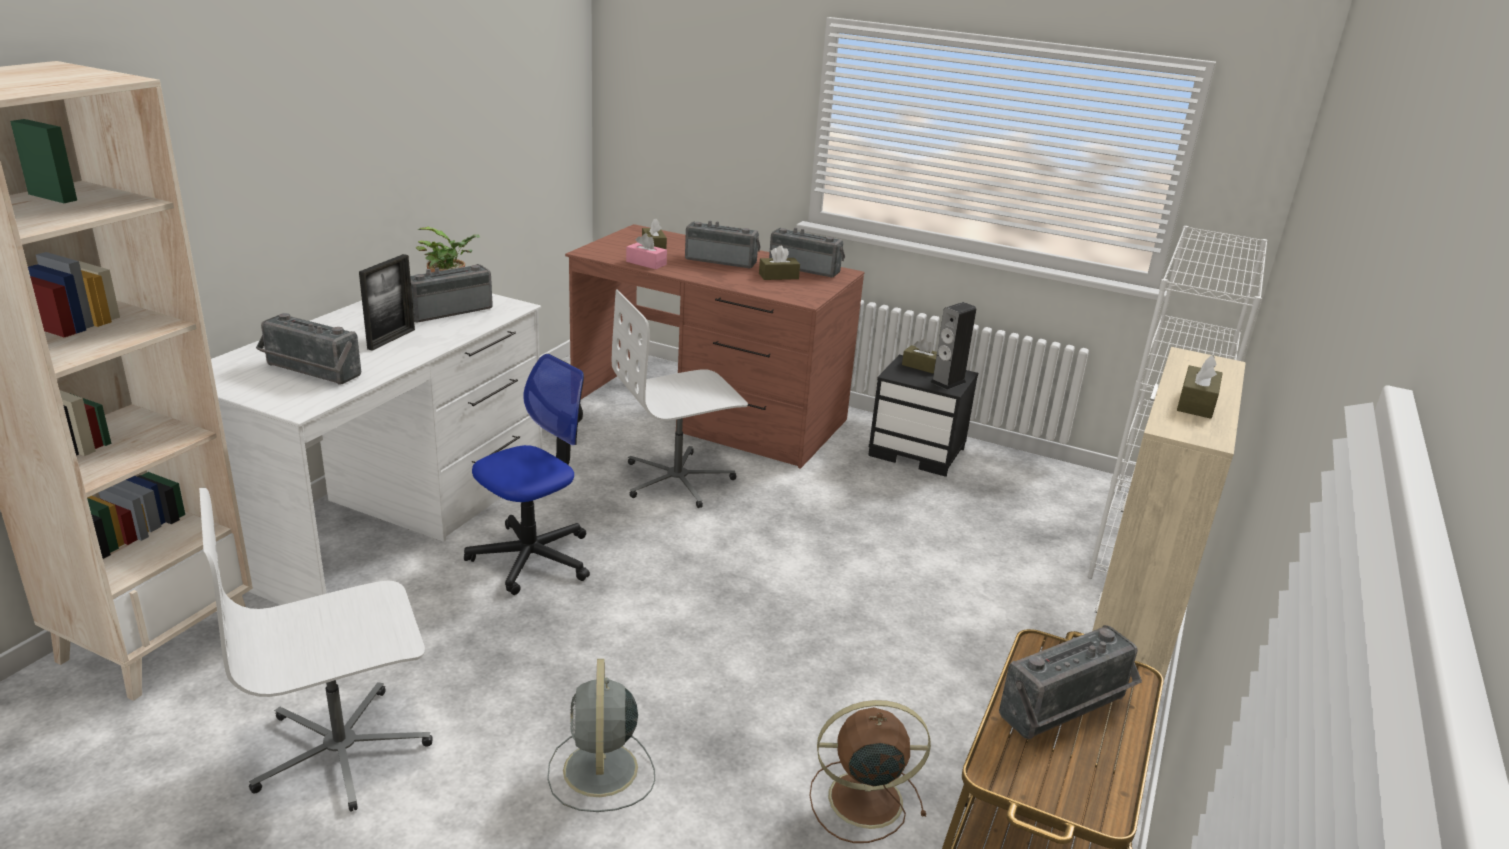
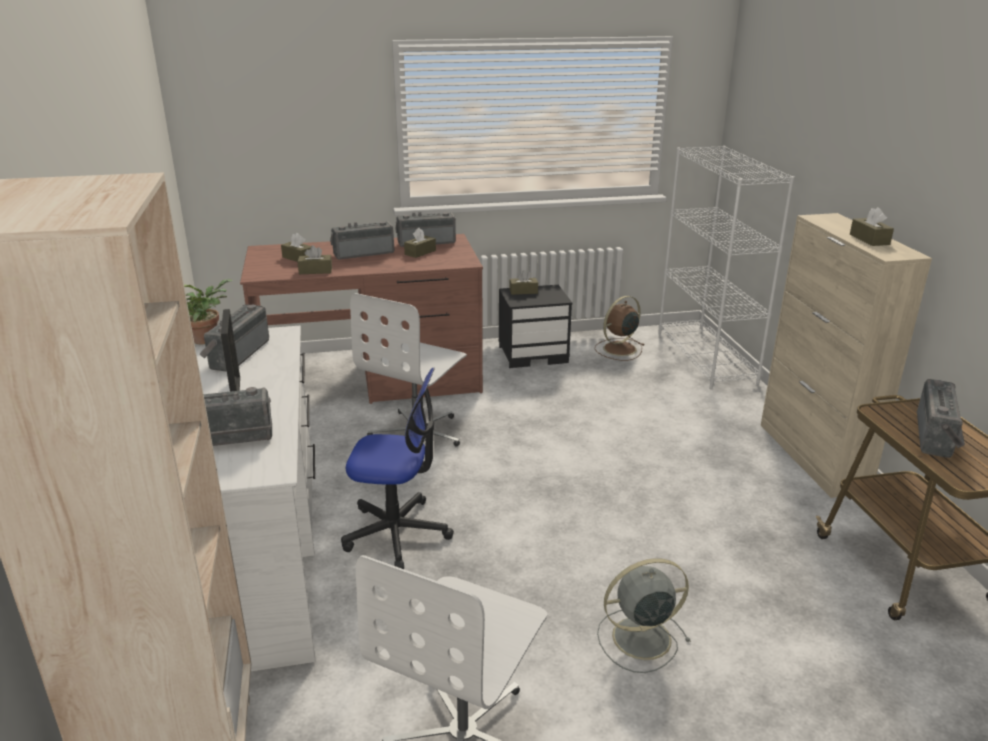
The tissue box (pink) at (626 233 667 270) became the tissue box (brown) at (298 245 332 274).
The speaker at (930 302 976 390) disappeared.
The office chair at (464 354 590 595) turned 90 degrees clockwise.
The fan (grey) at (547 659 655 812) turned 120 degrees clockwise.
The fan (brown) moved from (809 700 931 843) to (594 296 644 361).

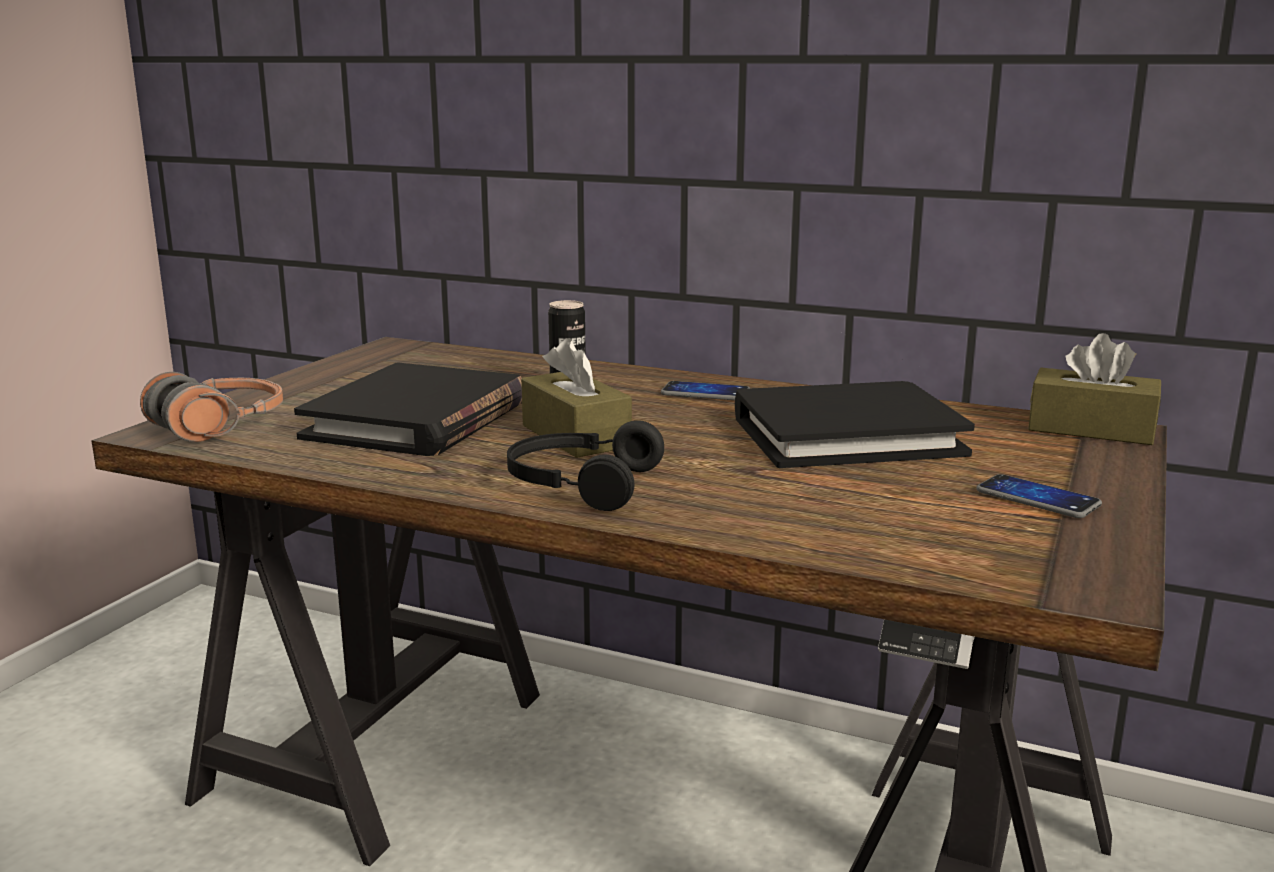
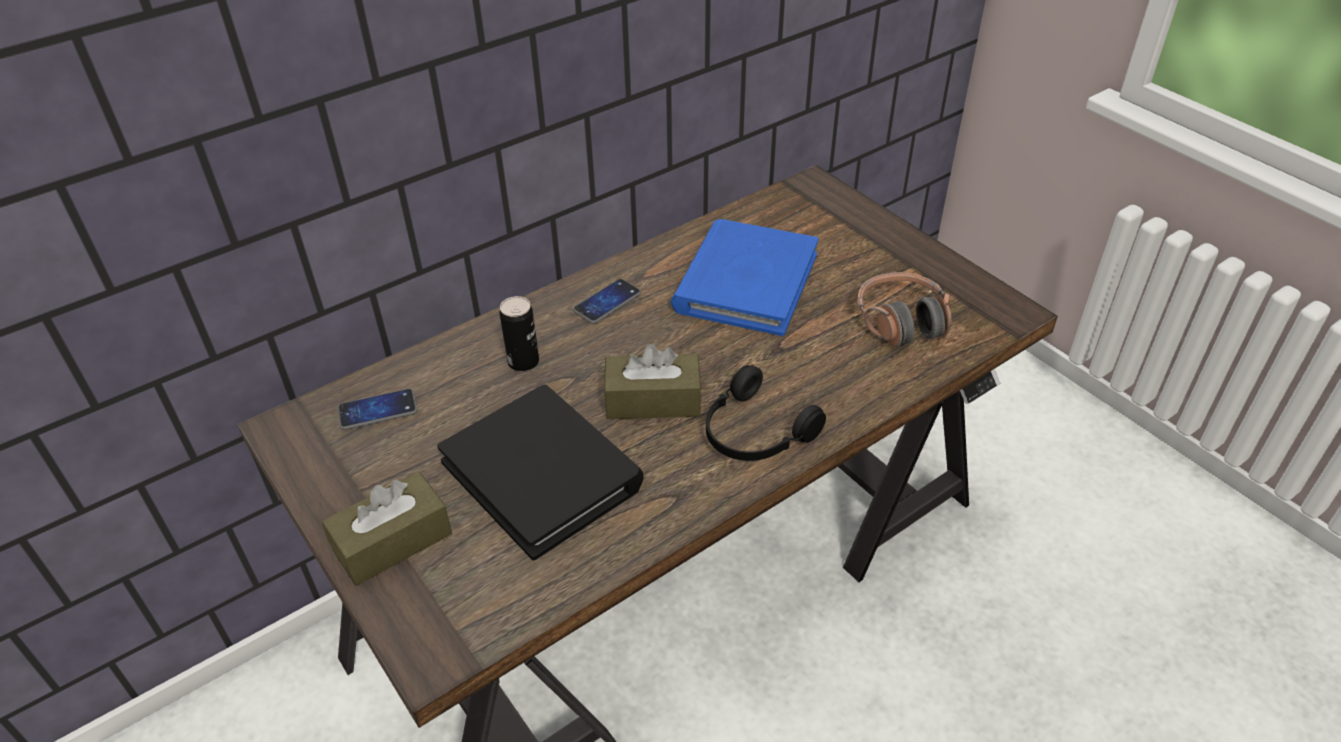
The tissue box (brown) moved from (1028 333 1161 445) to (322 472 452 586).
The headphones moved from (140 372 283 442) to (856 272 952 347).
The book (black) at (735 381 975 468) became the book (blue) at (671 219 819 336).
The phone moved from (976 474 1102 518) to (337 389 418 430).

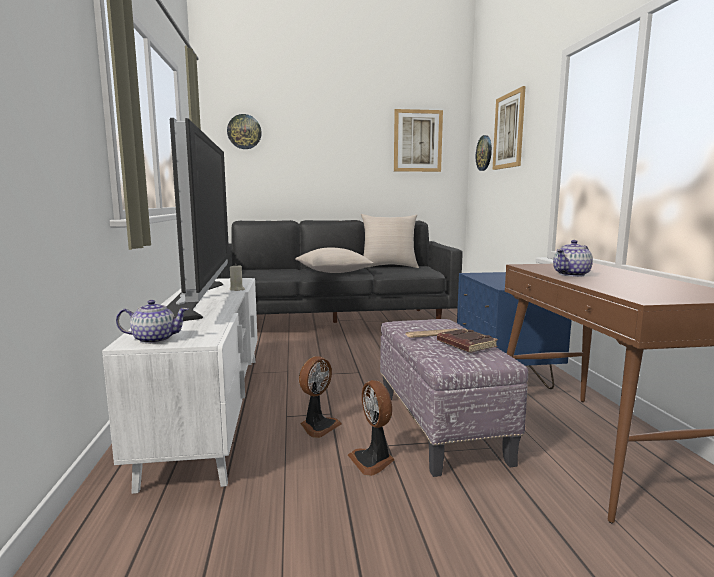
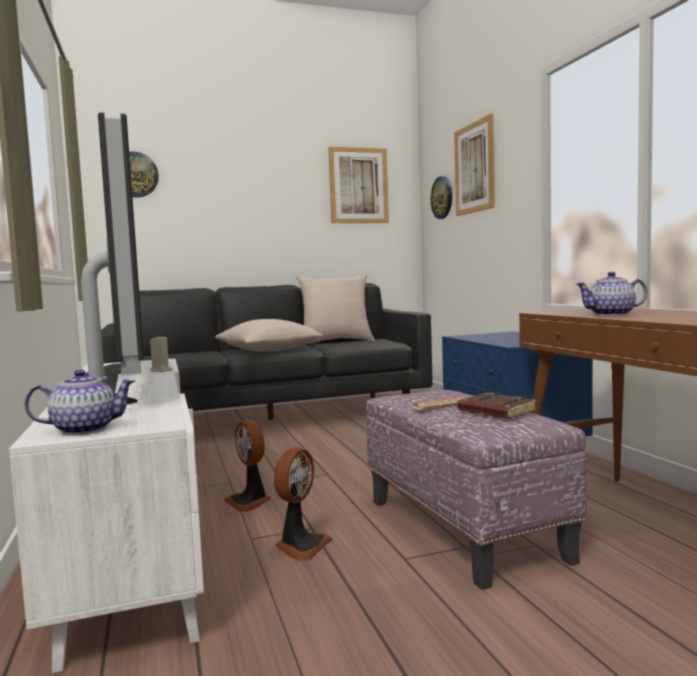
The teapot at (553 240 593 277) turned 45 degrees clockwise.
The fan moved from (348 380 395 476) to (224 420 271 512).

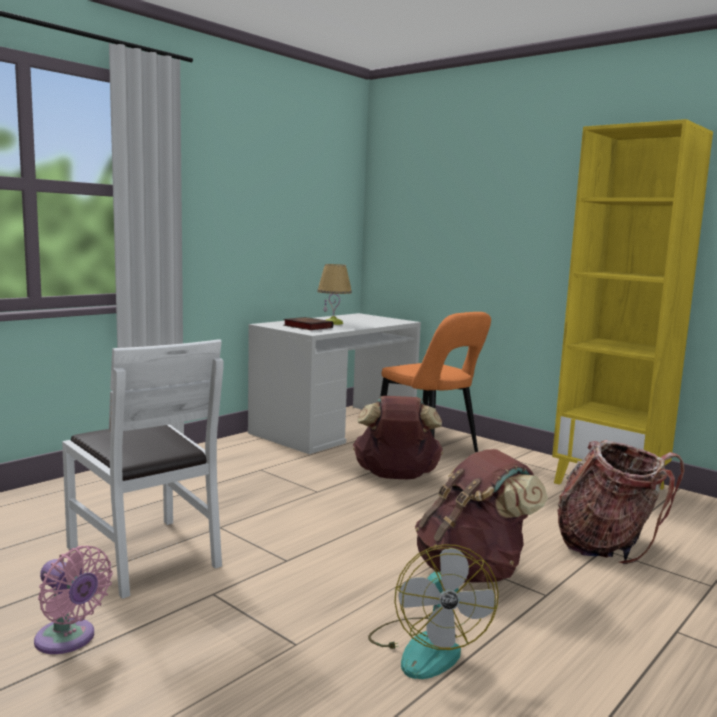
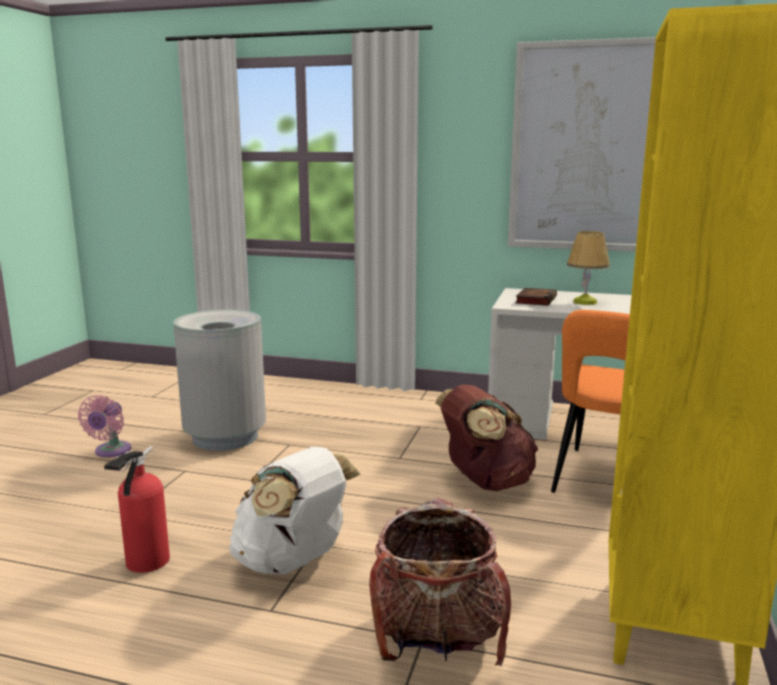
The chair (white) at (62 339 224 599) was replaced by the trash can (grey) at (173 310 266 451).
The backpack (brown) at (415 449 548 582) became the backpack (white) at (229 447 361 574).
The fan at (368 544 499 679) was replaced by the fire extinguisher at (104 446 170 573).
The picture at (508 37 656 251) appeared.

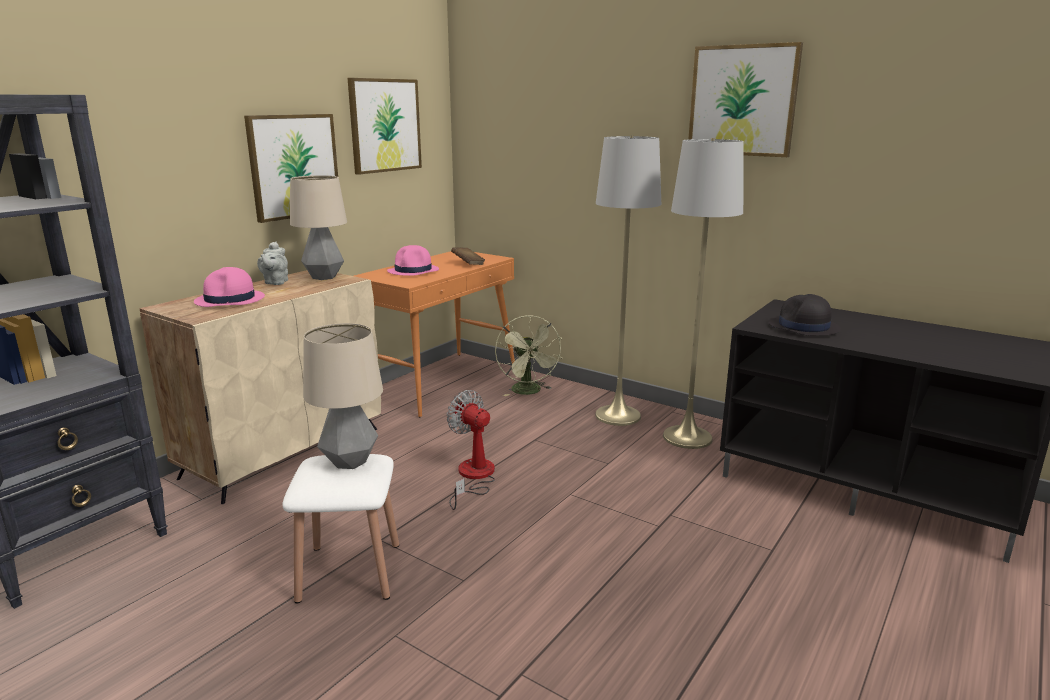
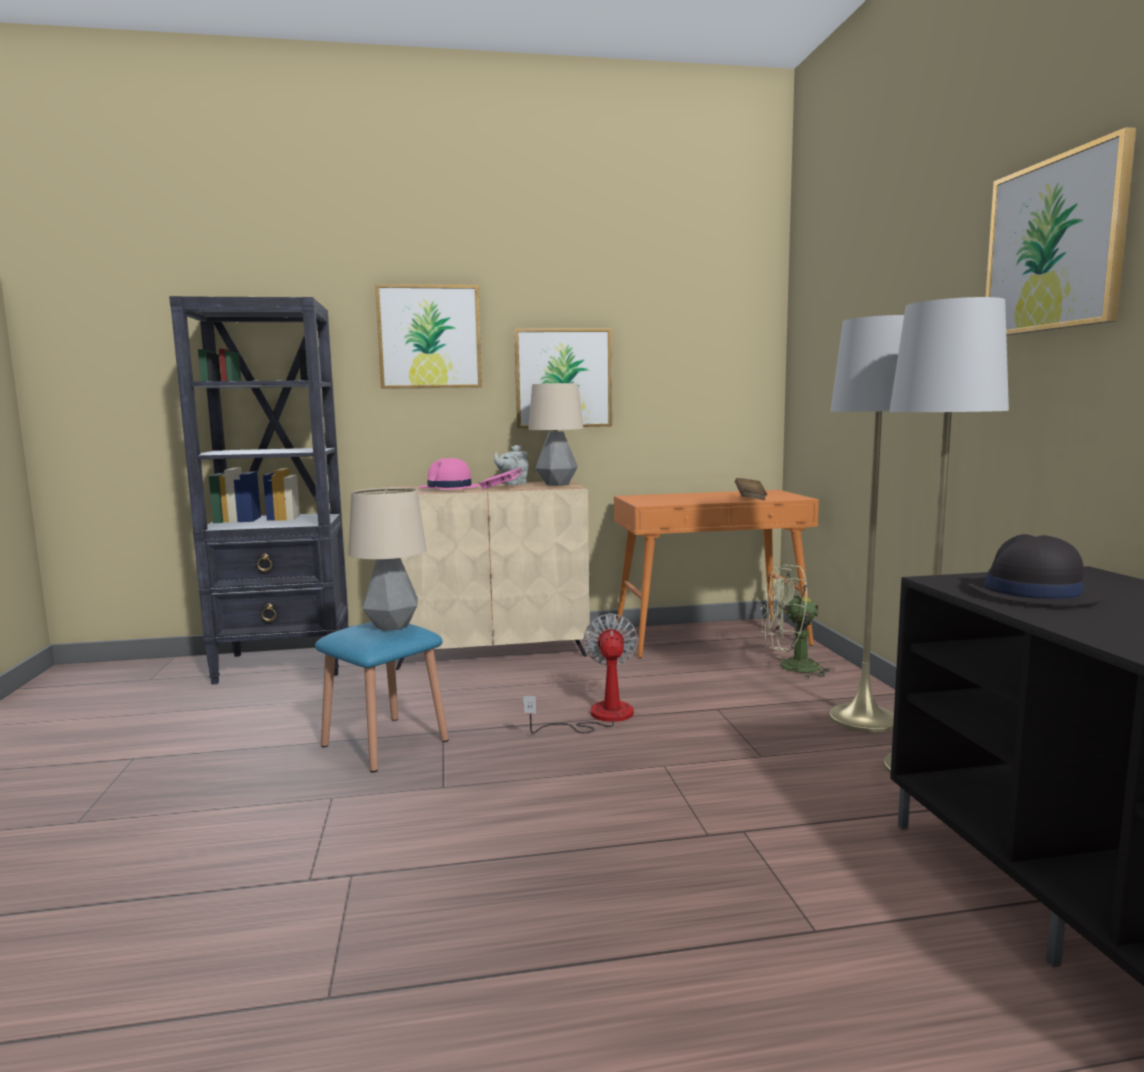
The picture moved from (348 78 422 175) to (375 284 482 389).
The hat (pink) at (387 245 439 276) disappeared.
The fan (green) at (495 315 562 396) turned 60 degrees clockwise.
The stool (white) at (282 454 399 603) became the stool (blue) at (315 622 449 773).
The book (pink) at (479 468 522 489) appeared.

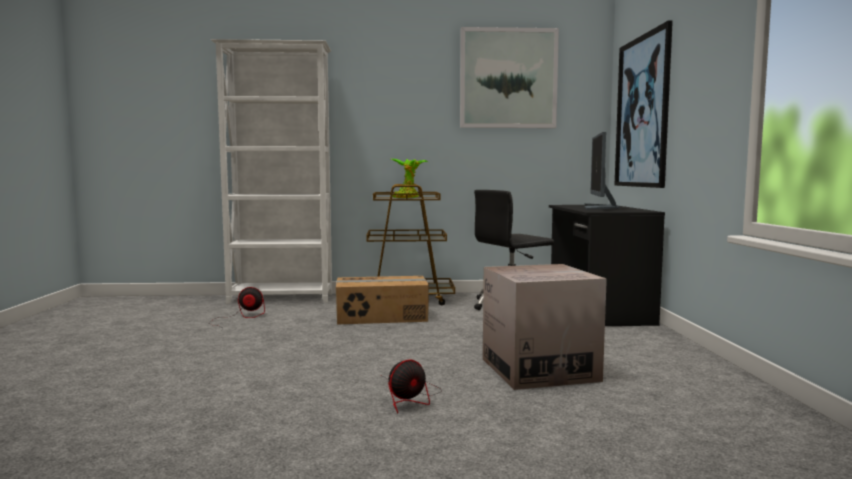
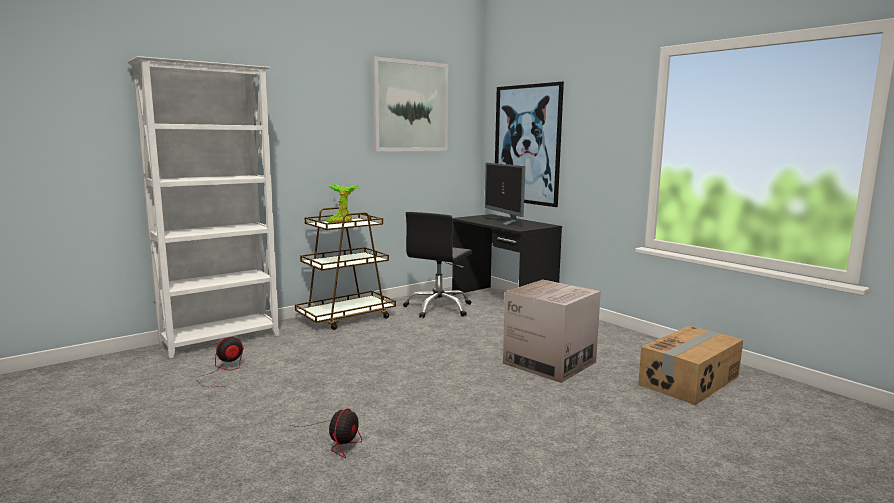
The cardboard box moved from (336 276 429 324) to (638 326 743 405).
The fan moved from (382 359 442 413) to (291 408 362 458).

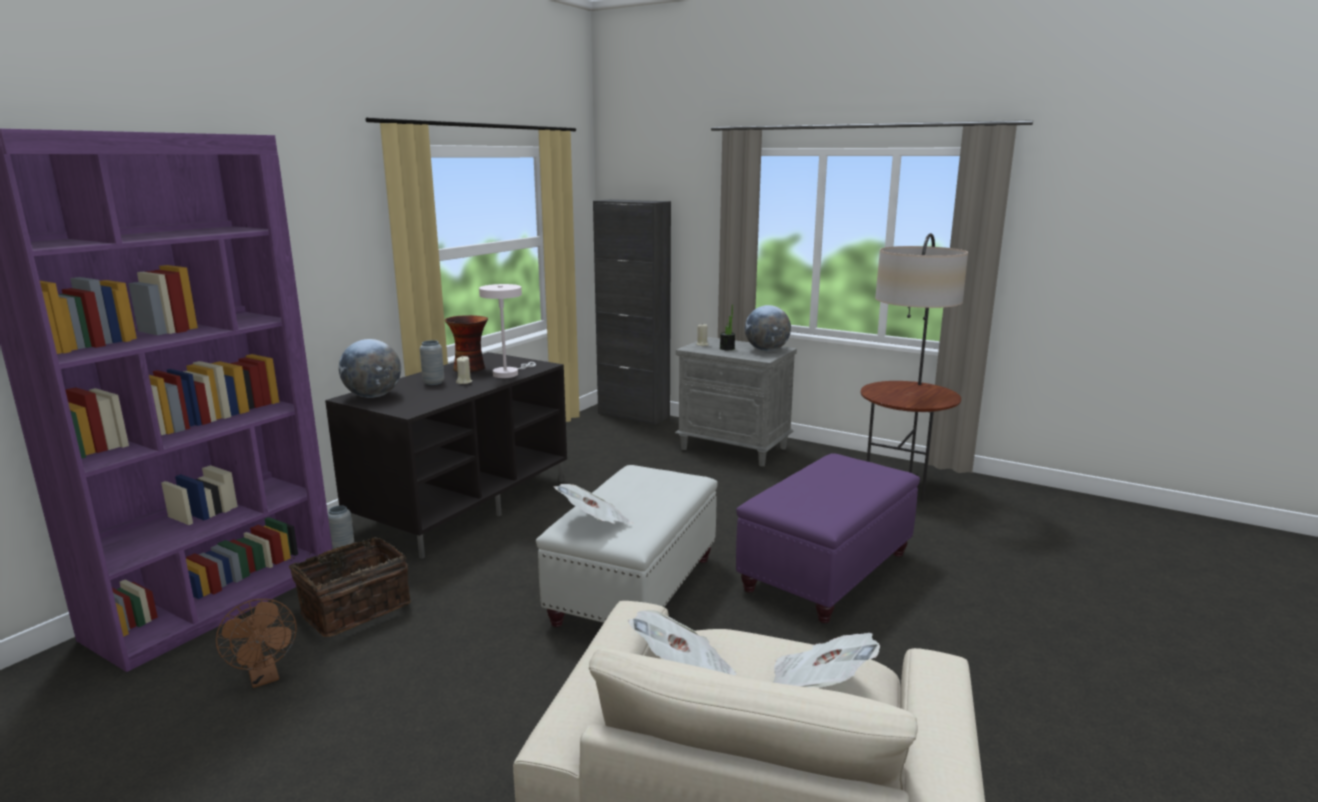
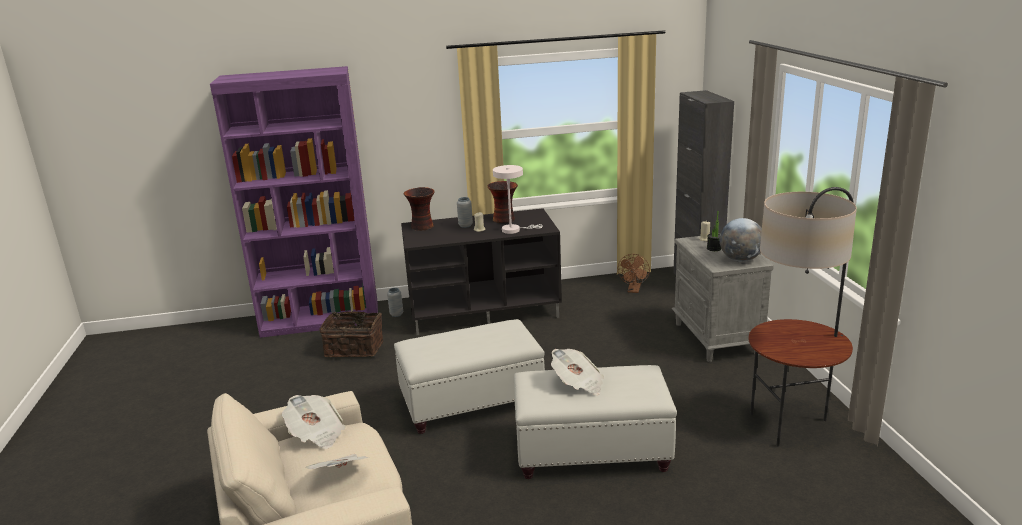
The globe at (339 339 401 398) was replaced by the vase at (404 187 434 231).
The ottoman (purple) at (736 453 920 623) became the ottoman (white) at (514 365 677 479).
The newspaper moved from (554 484 633 524) to (551 349 604 395).
The fan (brown) moved from (216 599 297 688) to (618 254 650 293).

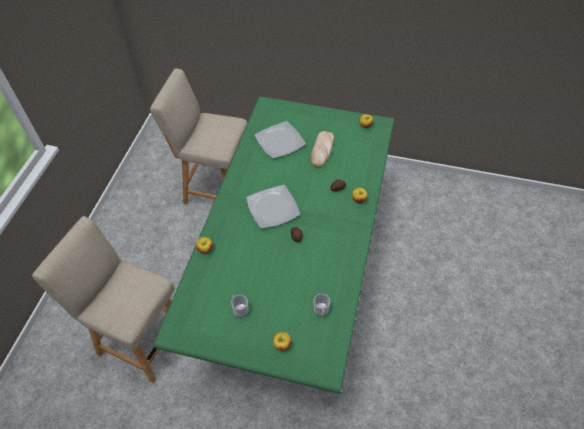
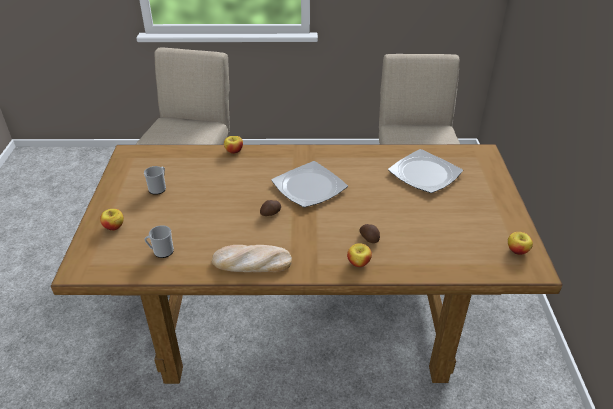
The dining table (green) at (153 96 395 394) became the dining table (brown) at (51 144 563 384).
The bread moved from (311 131 334 167) to (212 245 292 272).

